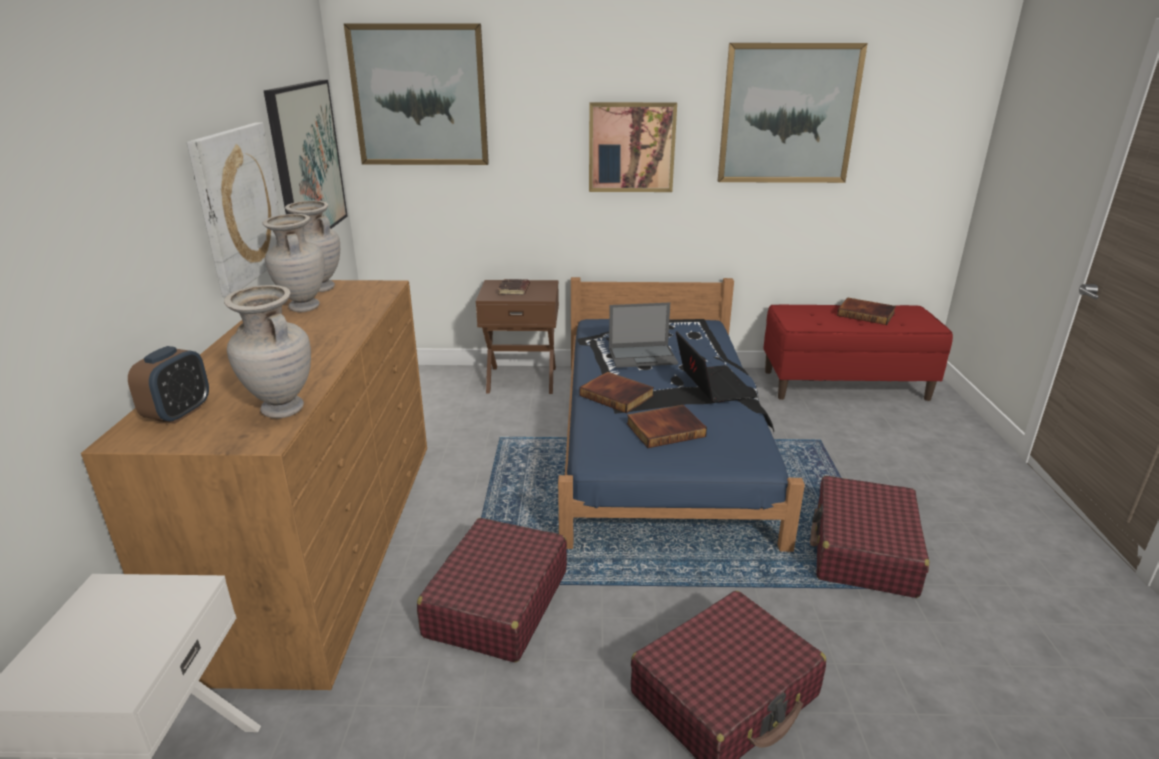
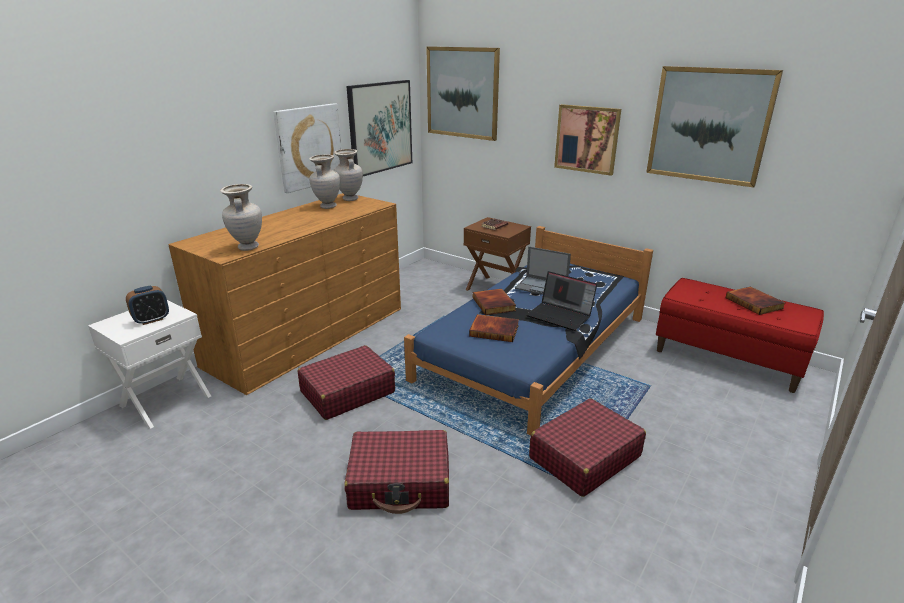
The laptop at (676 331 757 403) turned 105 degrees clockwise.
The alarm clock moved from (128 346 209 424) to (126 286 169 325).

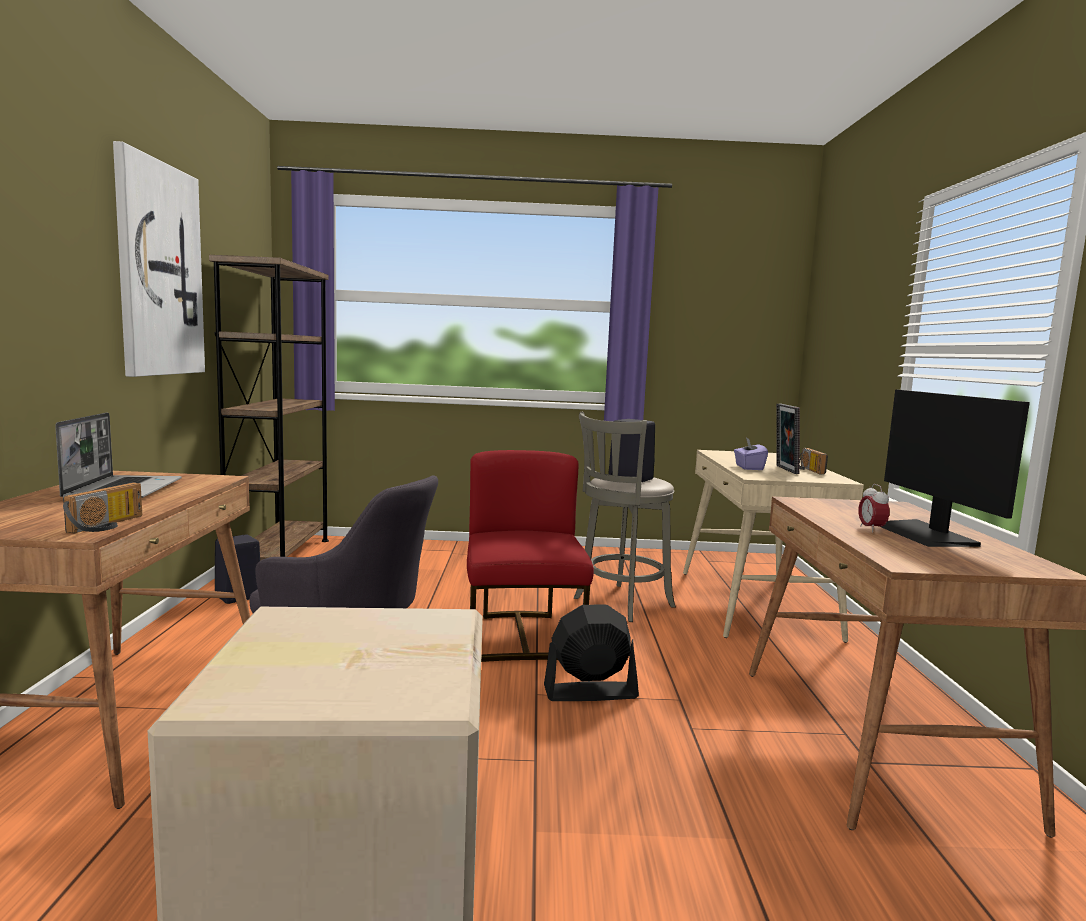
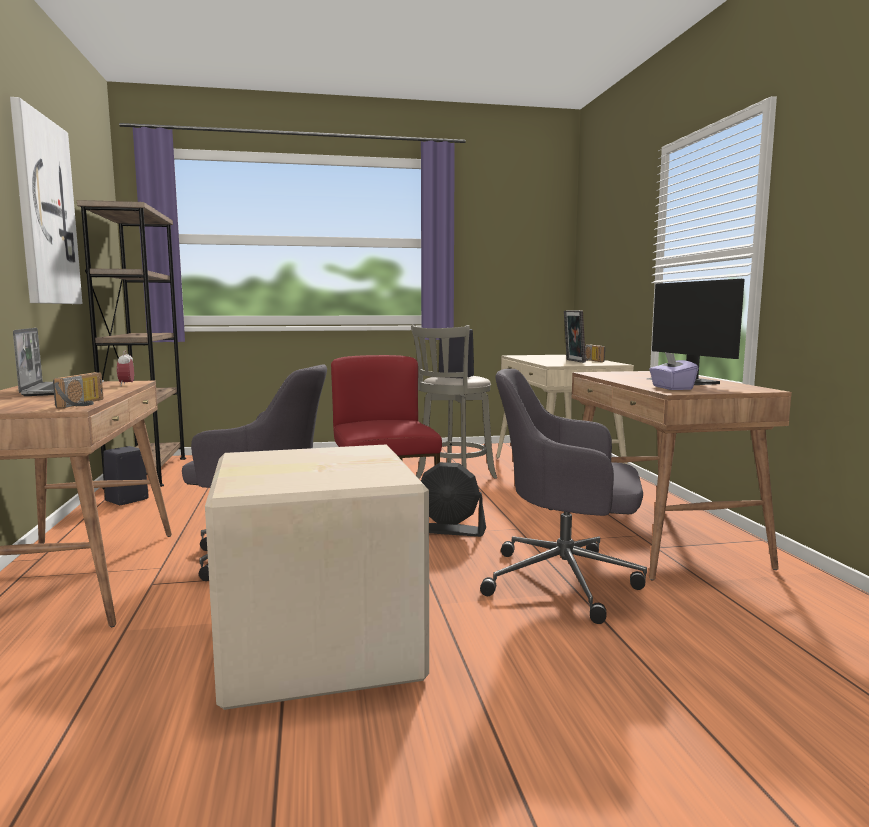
The tissue box (purple) moved from (734 438 768 470) to (649 352 698 390).
The alarm clock moved from (858 484 889 532) to (117 350 134 385).
The fan (black) at (544 605 639 701) turned 150 degrees counterclockwise.
The office chair (grey) at (480 369 647 624) appeared.

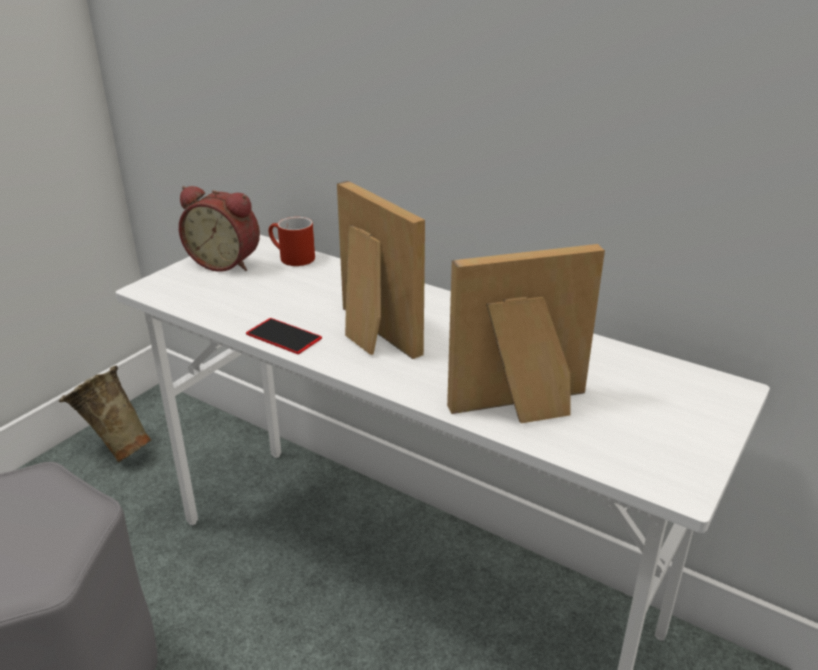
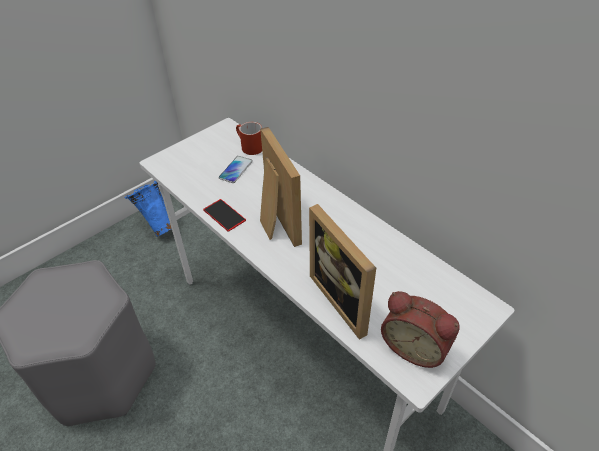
The alarm clock moved from (179 186 260 272) to (381 291 460 368).
The picture frame at (447 244 605 423) turned 120 degrees counterclockwise.
The vase (beige) at (59 366 151 463) became the vase (blue) at (125 181 172 236).
The phone at (219 156 253 183) appeared.

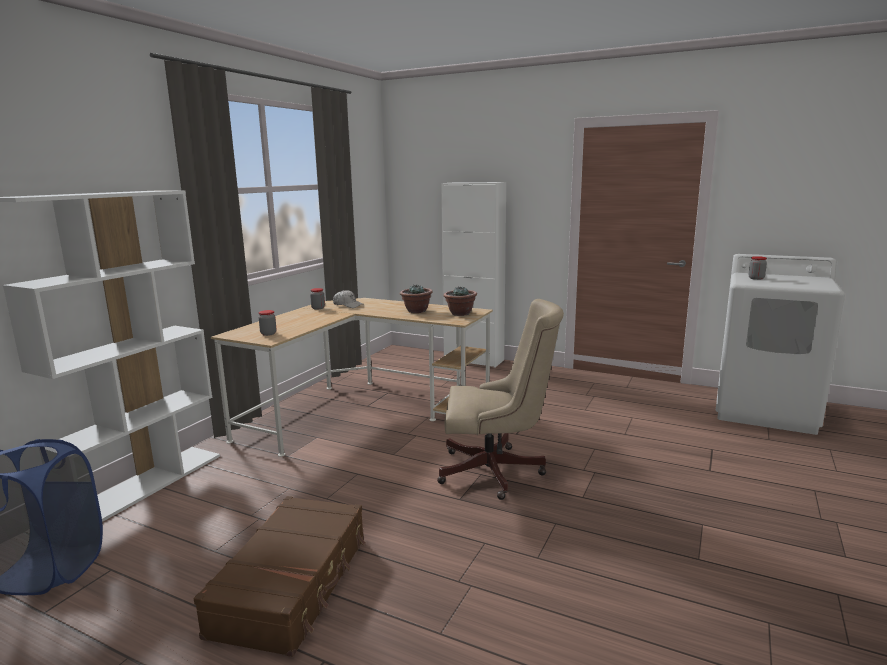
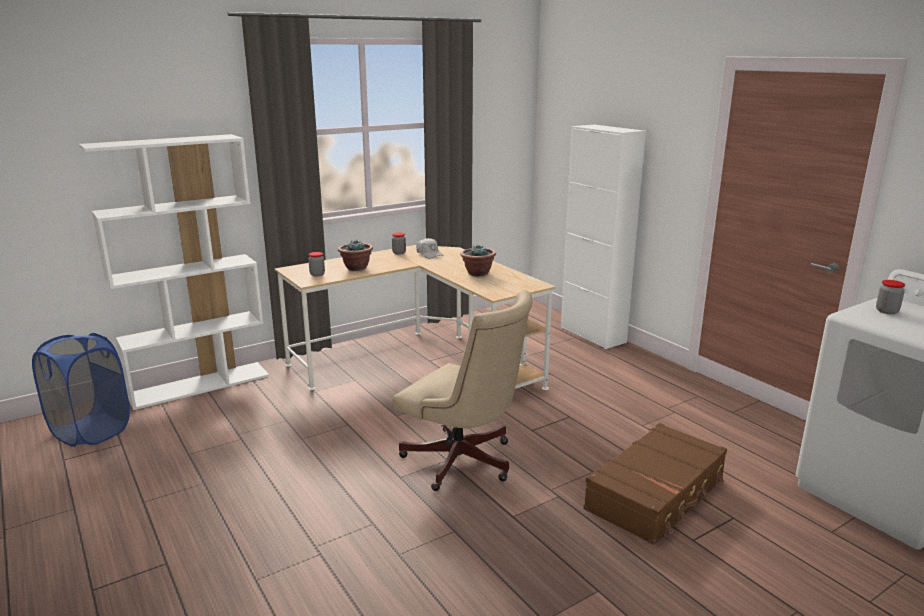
The potted plant moved from (443 286 477 316) to (338 240 373 271).
The suitcase (brown) moved from (194 496 365 657) to (583 423 727 545).

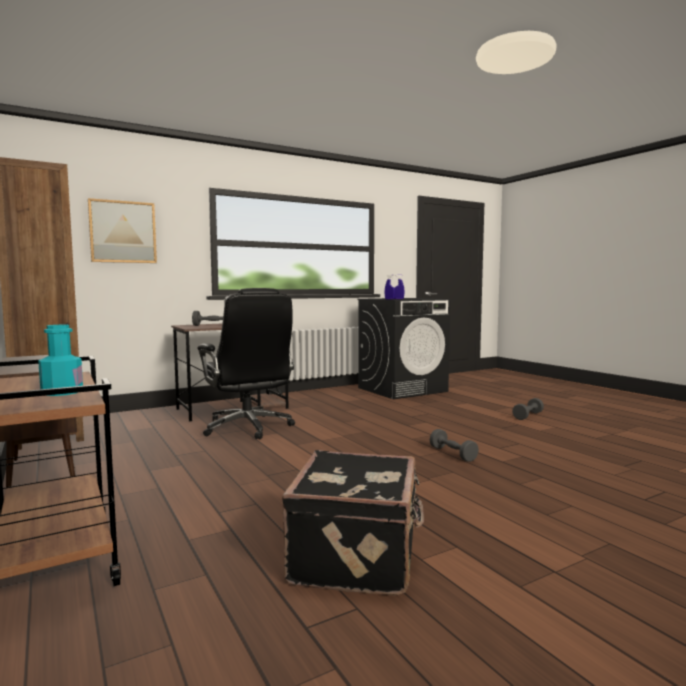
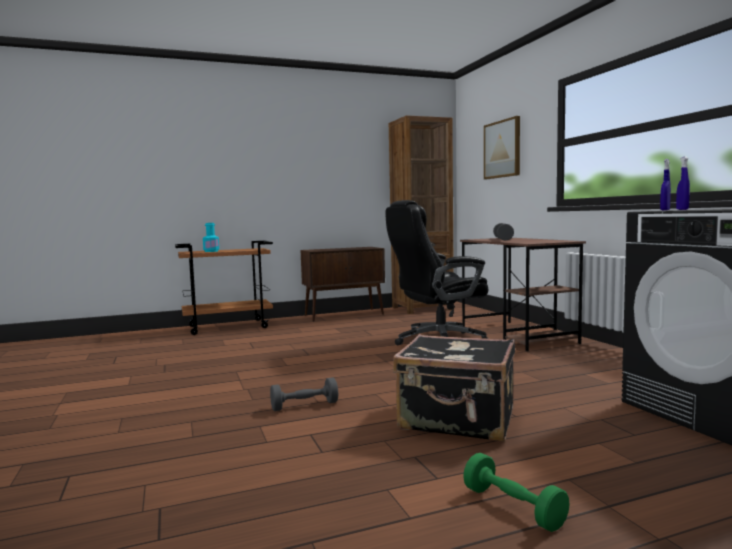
The dumbbell (grey) at (512 398 544 420) became the dumbbell (green) at (463 453 570 532).
The suitcase (black) moved from (282 450 424 596) to (393 334 515 442).

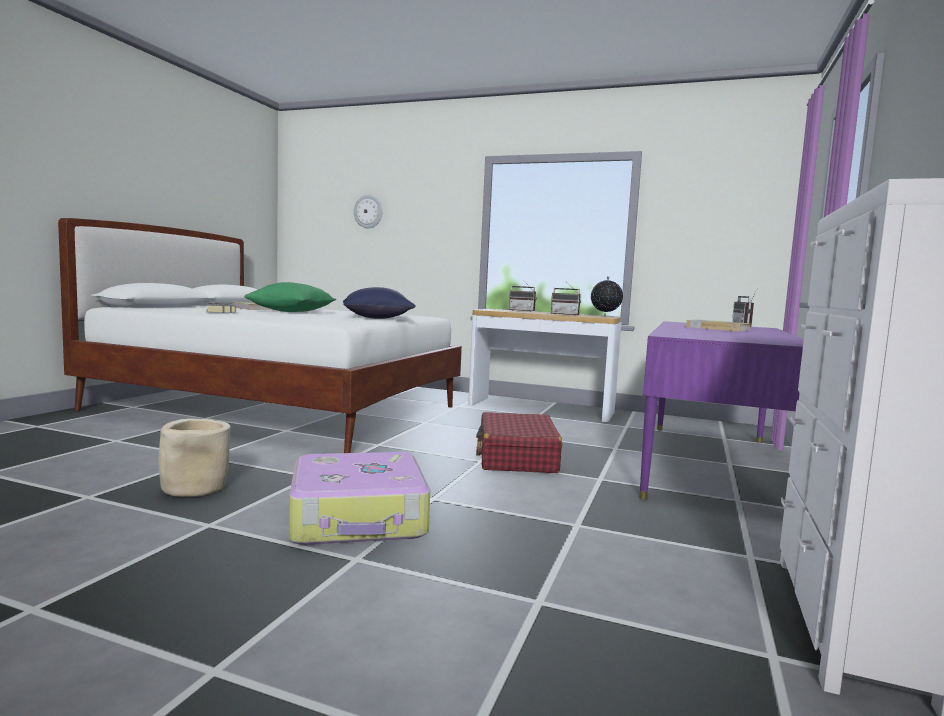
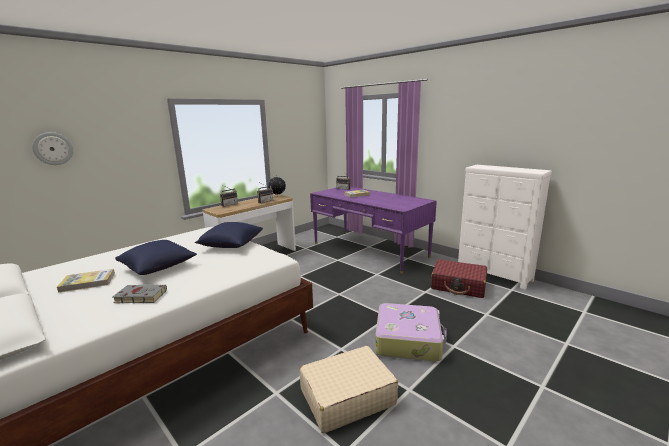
The pillow (green) at (244 282 336 312) became the pillow (blue) at (115 240 197 275).
The suitcase (red) moved from (476 412 562 473) to (431 259 487 298).
The planter (beige) at (158 418 231 497) was replaced by the suitcase (beige) at (299 346 398 433).

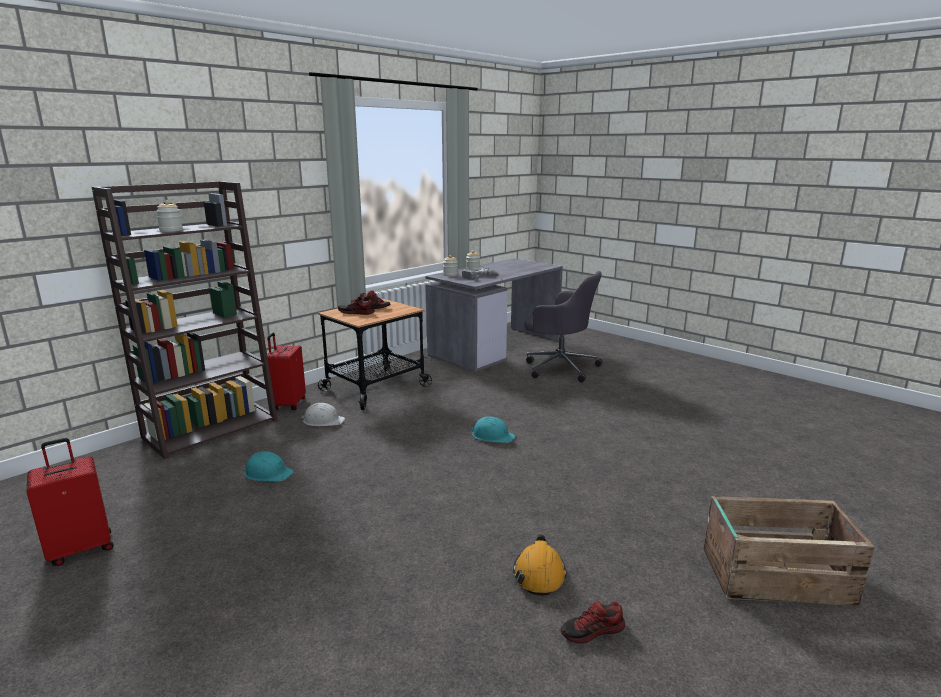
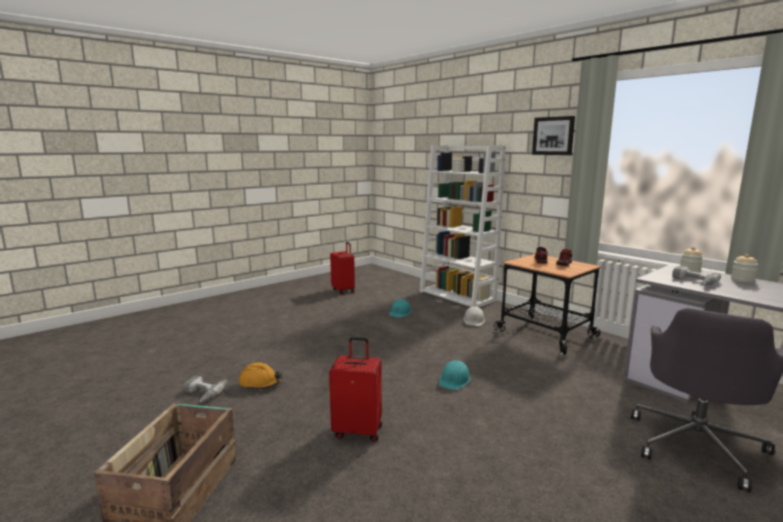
The bookcase (brown) at (92 181 278 459) became the bookcase (white) at (420 145 506 307).
The suitcase (red) moved from (267 333 306 410) to (329 337 382 442).
The shoe at (561 601 625 643) was replaced by the power drill at (184 376 228 402).
The picture at (532 116 575 155) appeared.

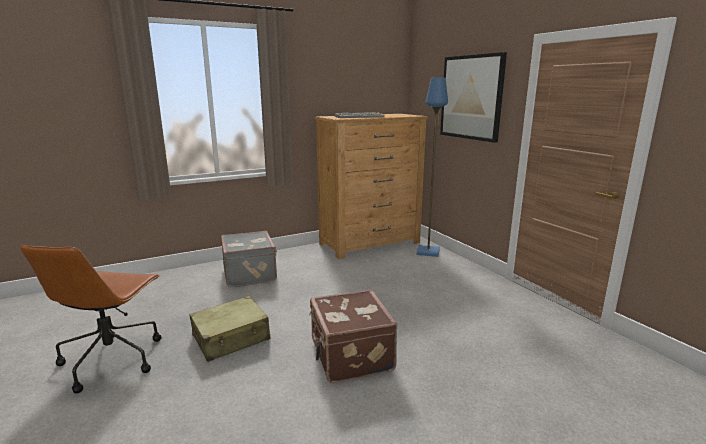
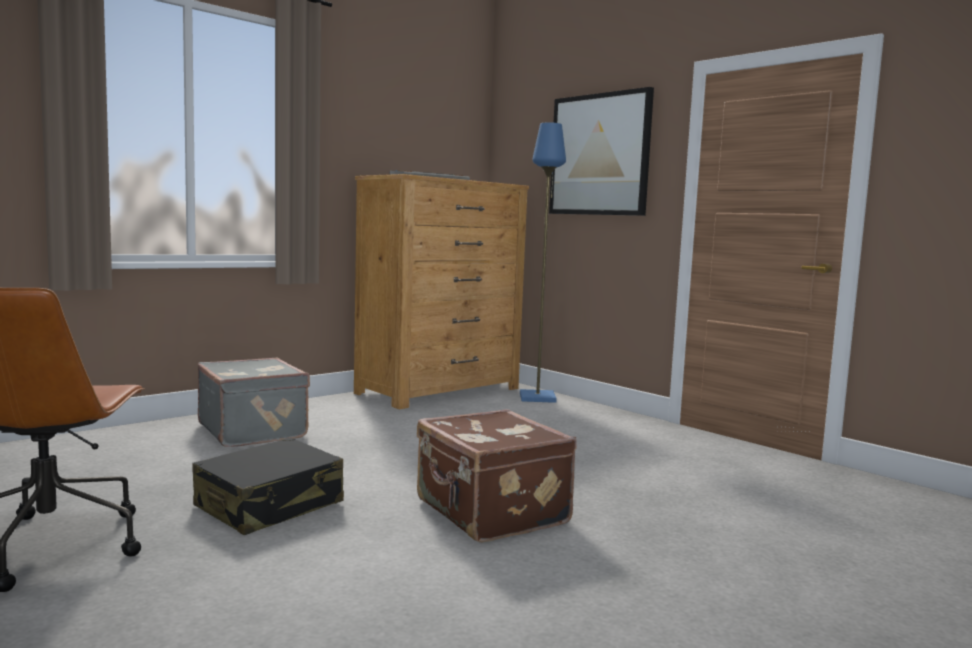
The suitcase (beige) at (189 296 270 362) became the suitcase (black) at (192 438 344 535).

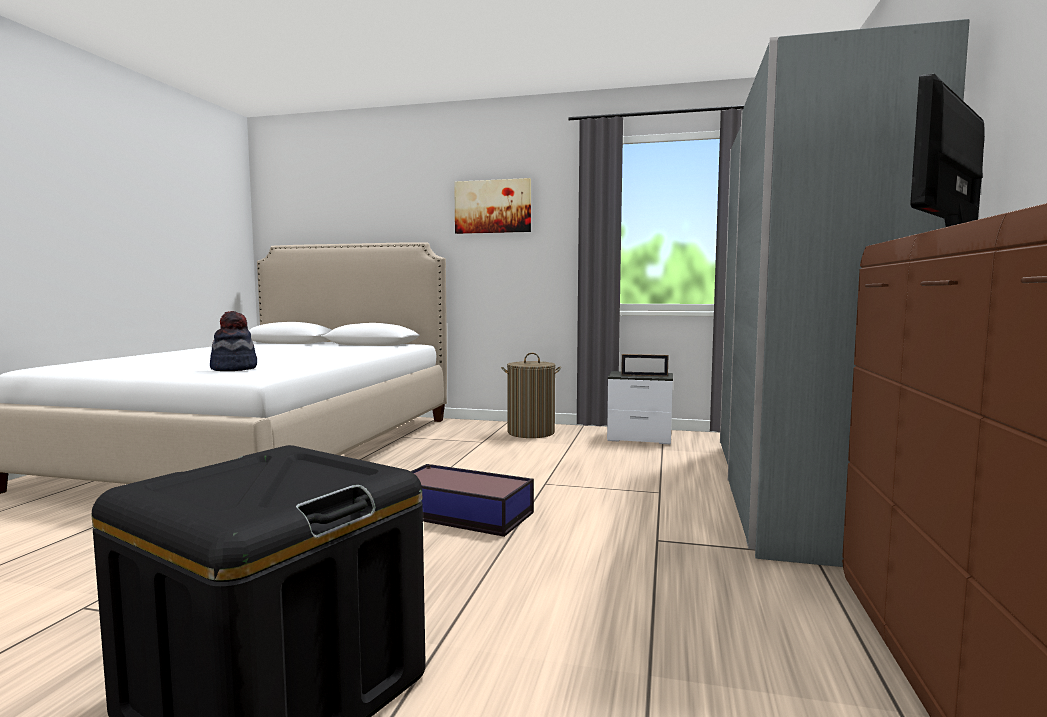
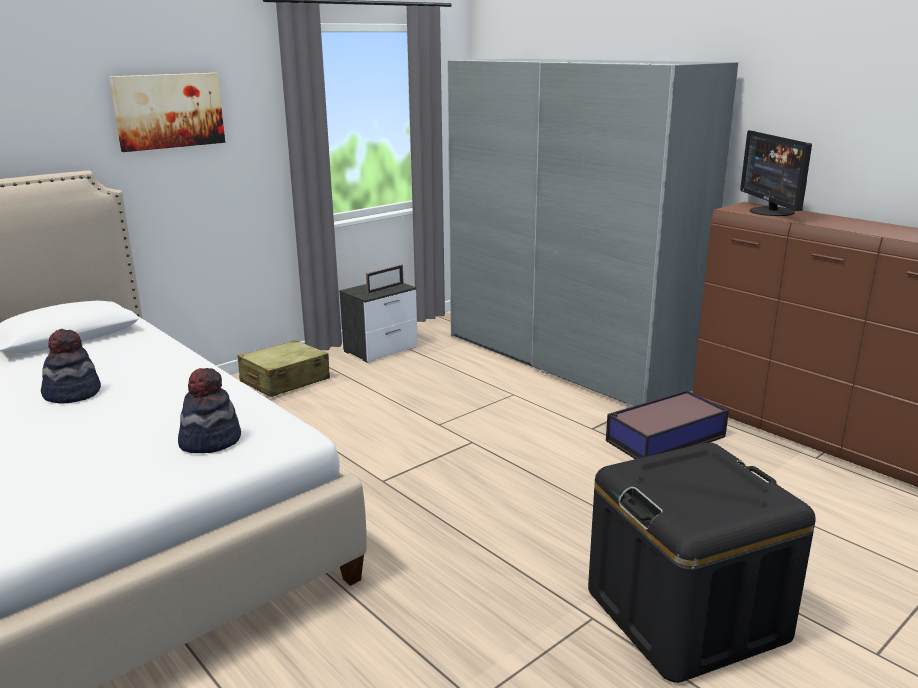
The laundry basket at (501 353 561 438) was replaced by the suitcase (beige) at (237 340 330 397).
The storage box moved from (411 464 534 537) to (606 390 729 459).
The hat at (41 329 101 404) appeared.

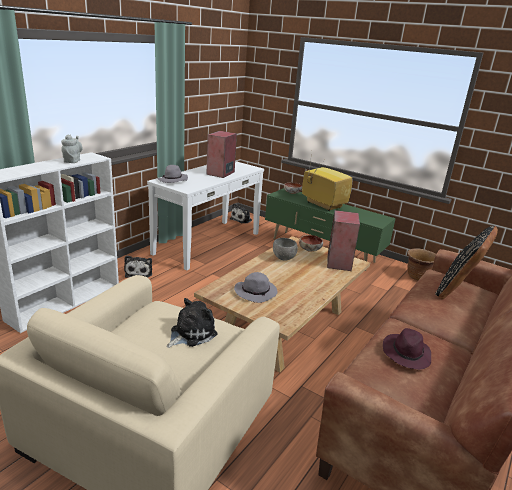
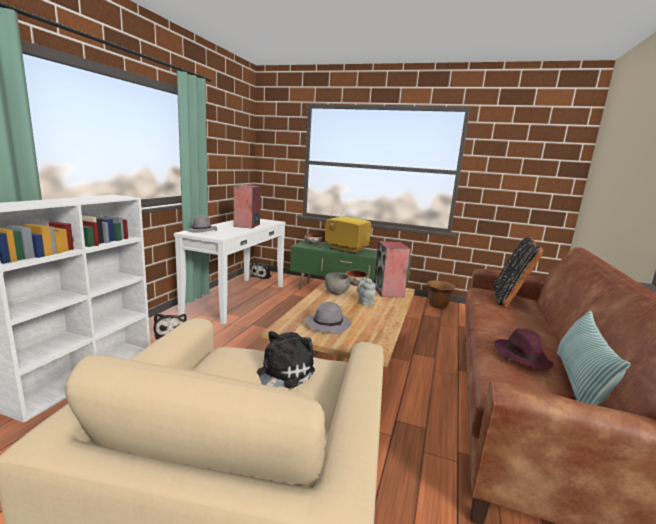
The teapot (grey) moved from (61 135 83 163) to (357 278 376 306).
The pillow at (557 310 631 405) appeared.

